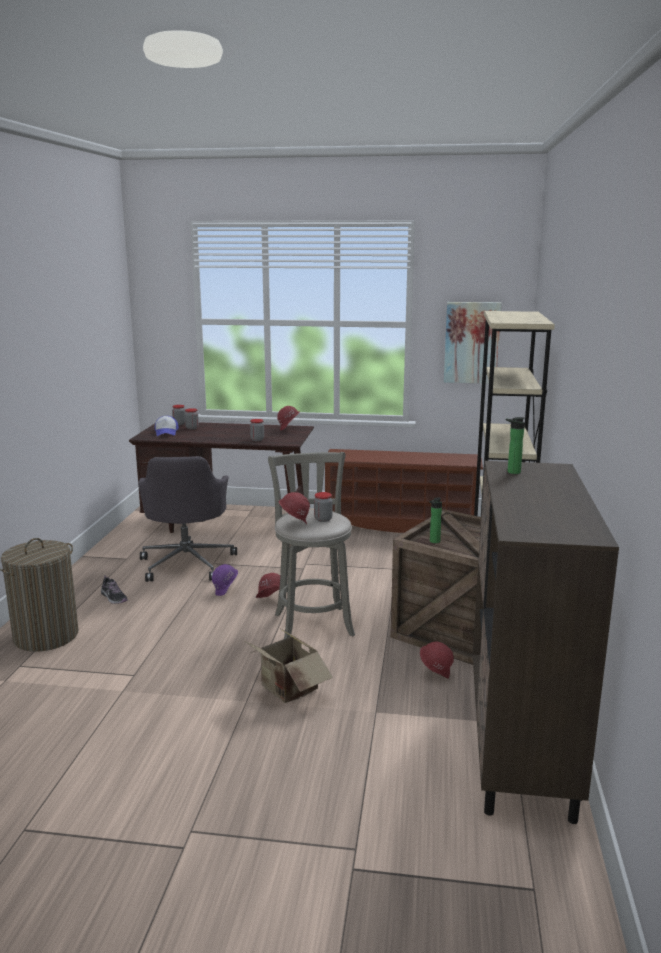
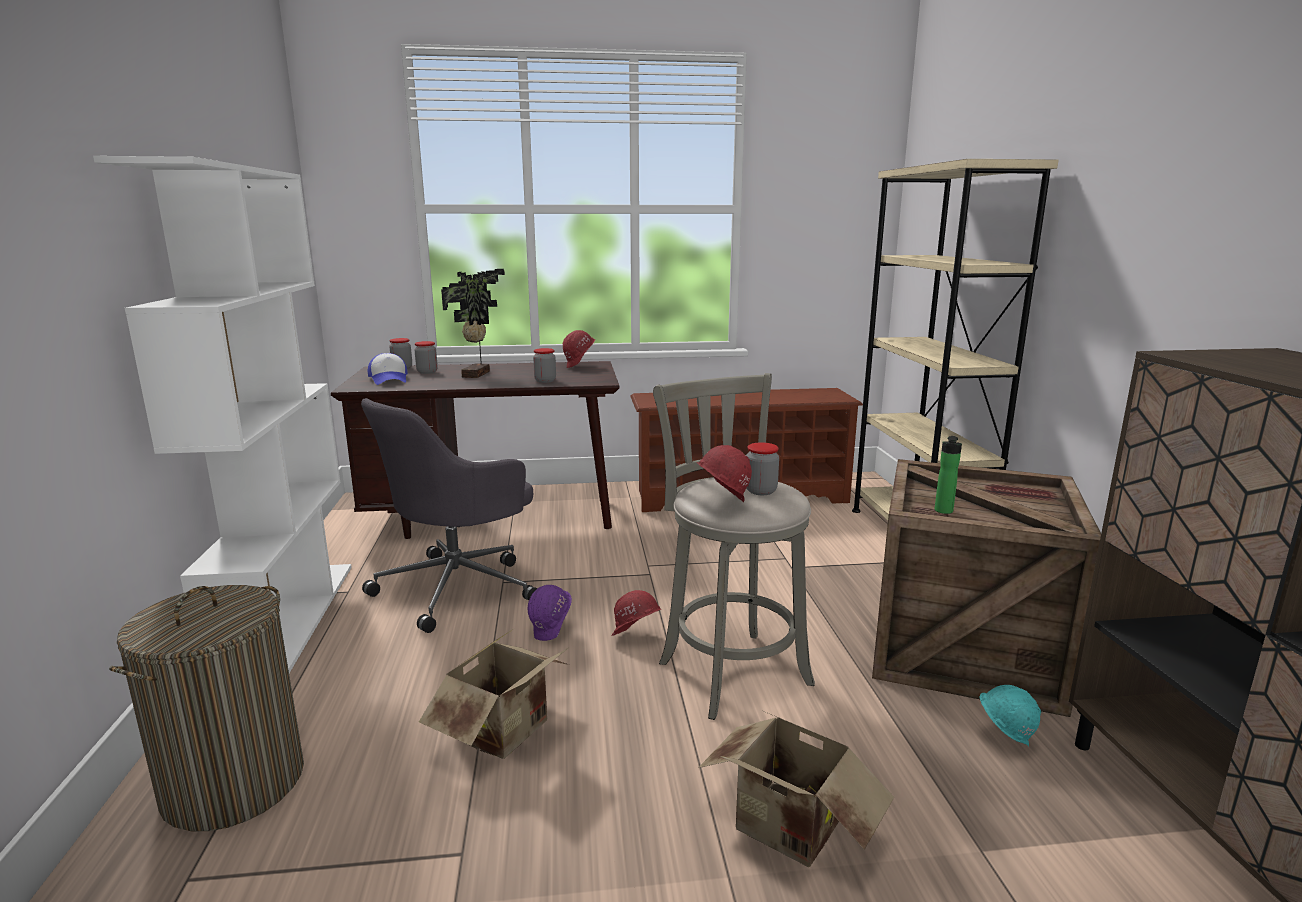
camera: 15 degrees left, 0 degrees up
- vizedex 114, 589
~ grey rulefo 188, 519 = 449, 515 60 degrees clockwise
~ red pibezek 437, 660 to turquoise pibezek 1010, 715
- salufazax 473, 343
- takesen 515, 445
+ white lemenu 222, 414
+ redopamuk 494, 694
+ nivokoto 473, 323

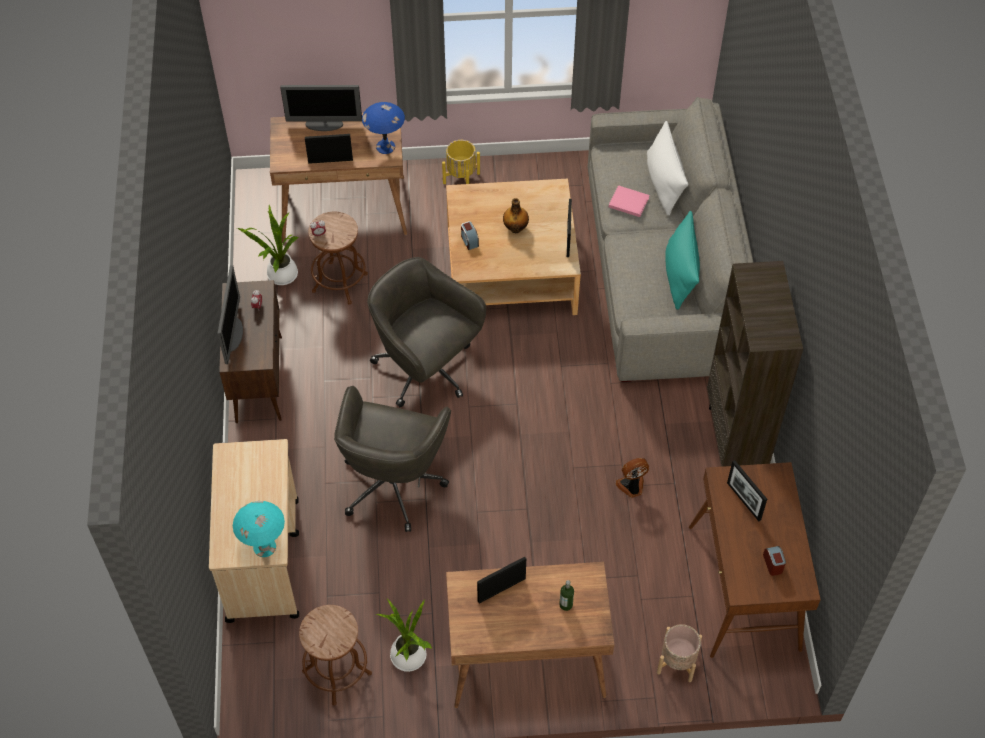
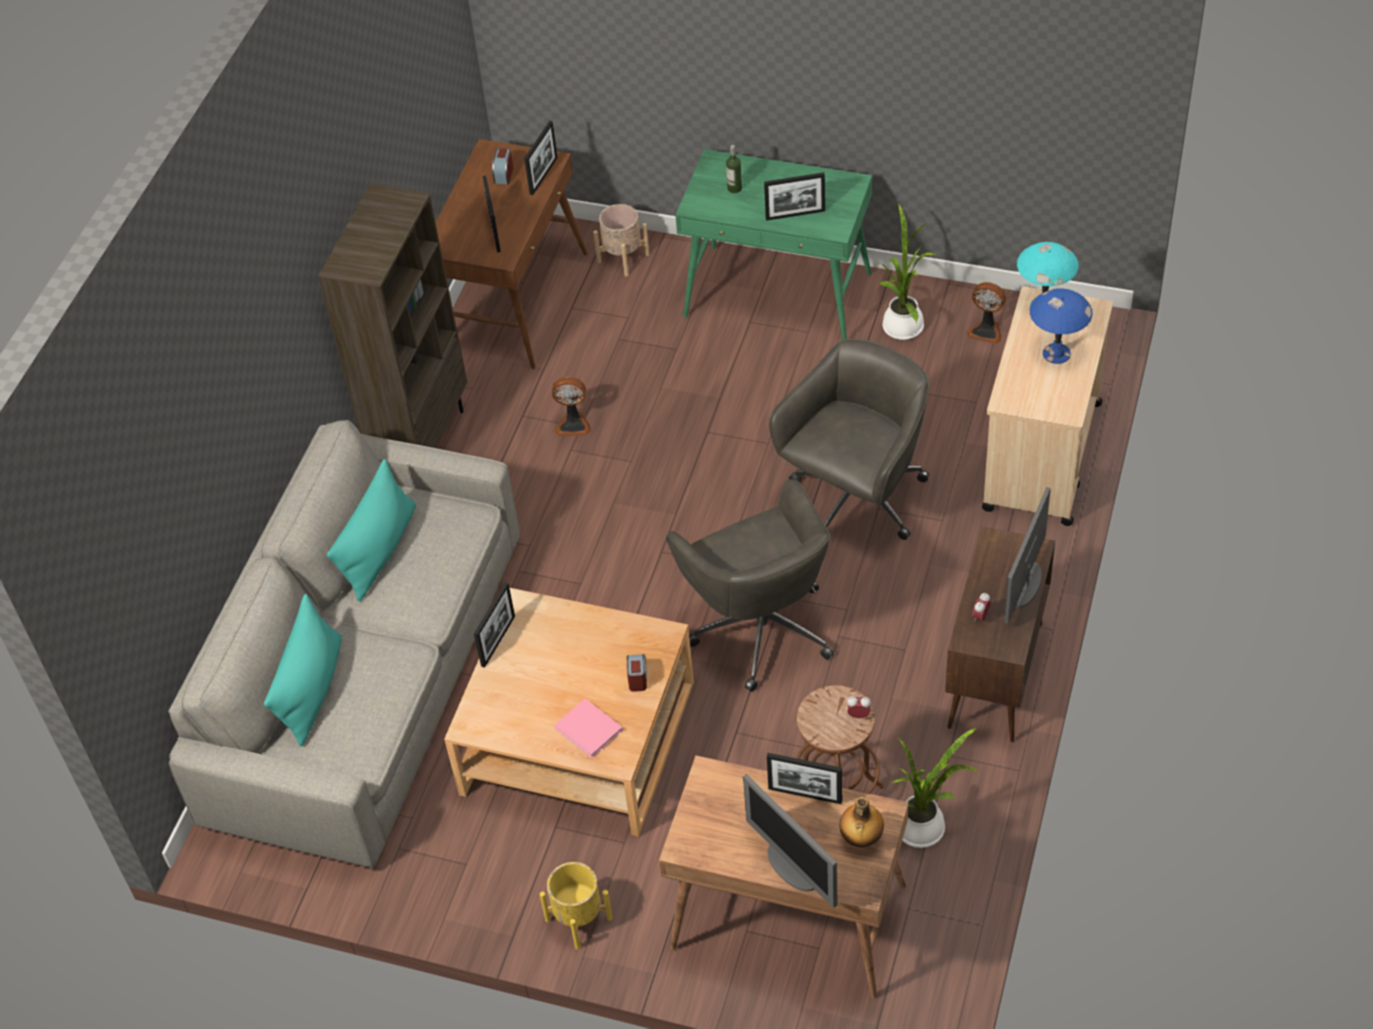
camera: 155 degrees left, 5 degrees down
~ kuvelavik 321, 108 = 790, 841 150 degrees counterclockwise
~ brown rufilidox 335, 655 to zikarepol 986, 313
~ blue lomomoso 383, 128 to 1061, 326
~ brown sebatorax 530, 635 to green sebatorax 773, 244
~ takesen 516, 215 to 861, 822
~ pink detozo 629, 201 to 588, 728
~ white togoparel 667, 168 to turquoise togoparel 303, 670
+ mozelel 541, 158

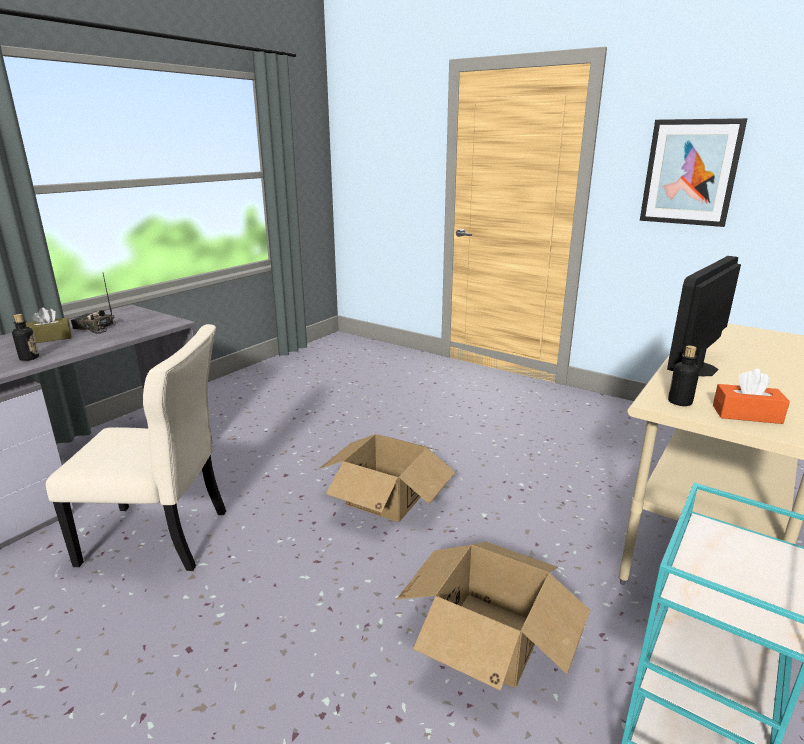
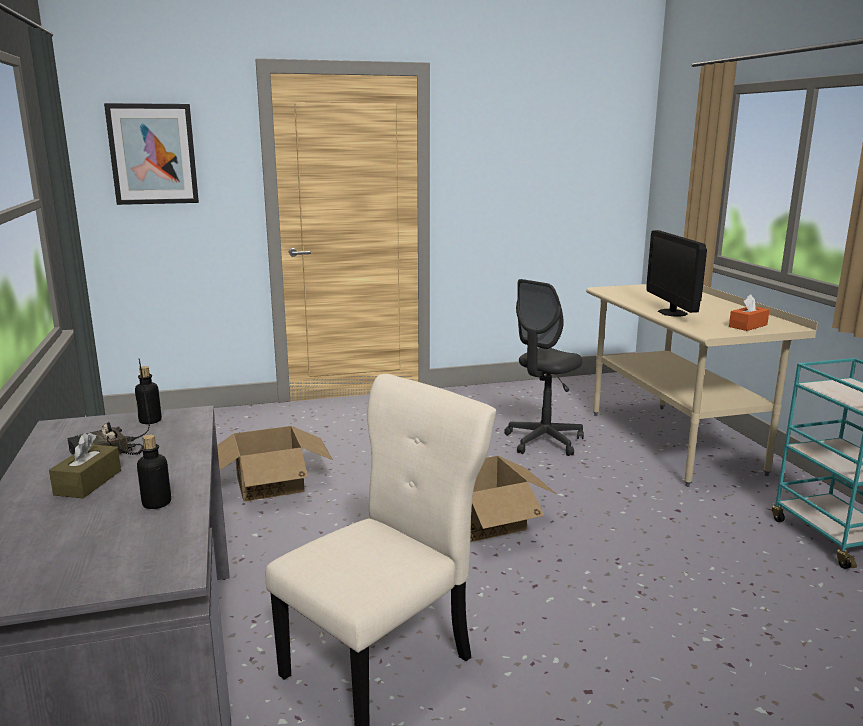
camera: 50 degrees left, 5 degrees down
~ redopamuk 493, 616 to 275, 464
~ salufazax 693, 172 to 151, 154
~ takesen 684, 375 to 148, 395
+ grey rulefo 544, 367

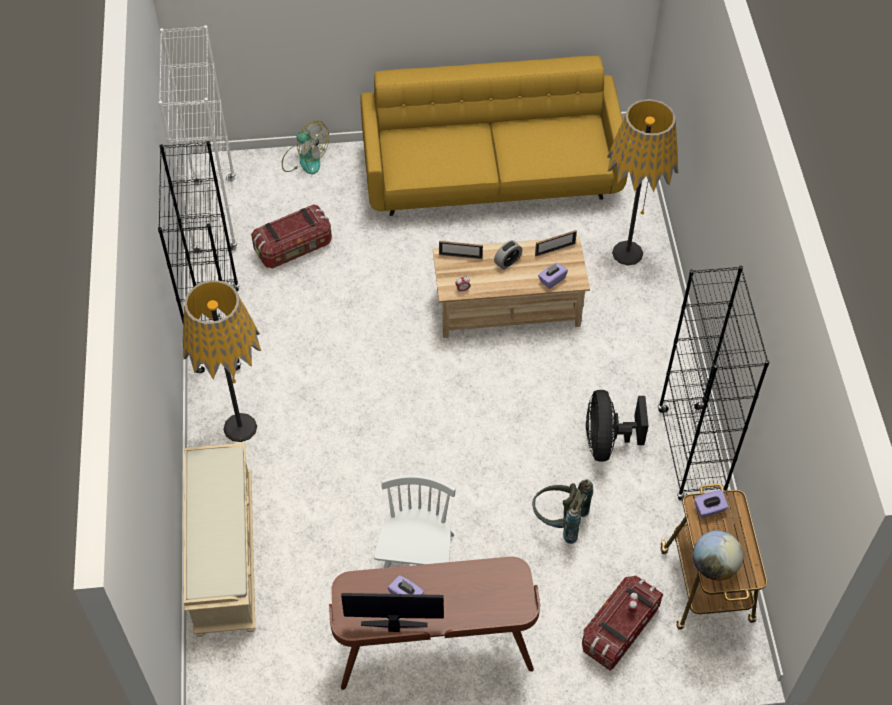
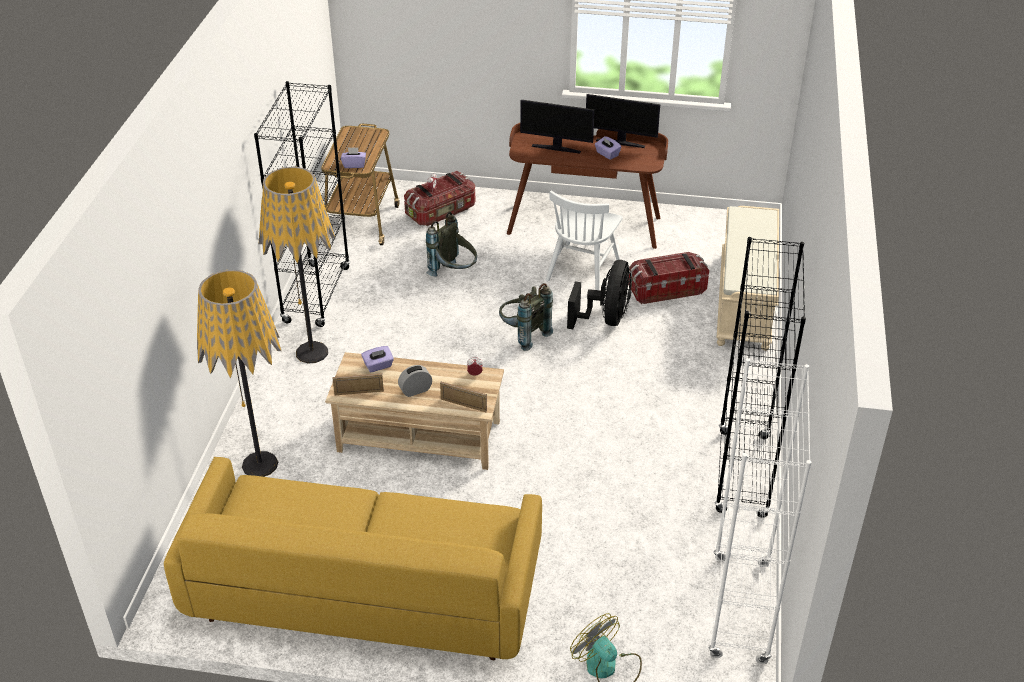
camera: 165 degrees left, 15 degrees down
~ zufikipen 222, 361 to 297, 265
~ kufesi 291, 236 to 668, 278
~ black zikarepol 617, 426 to 599, 294
- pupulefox 718, 556
+ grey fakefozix 526, 317
+ kuvelavik 557, 126

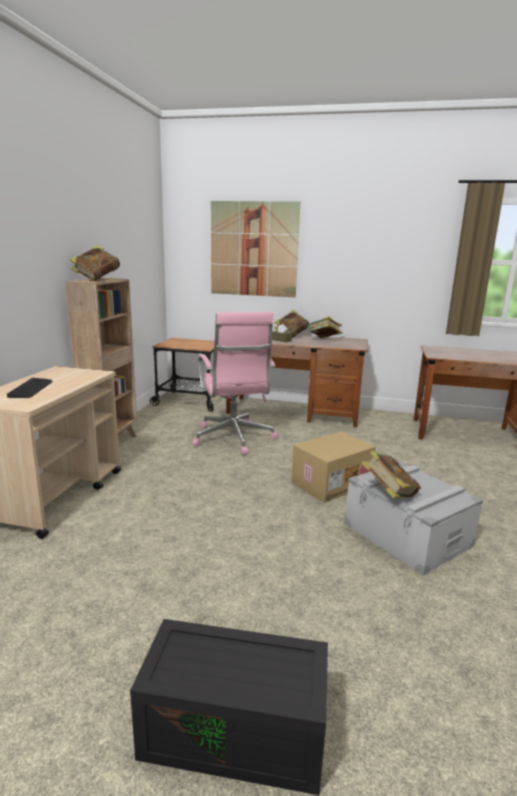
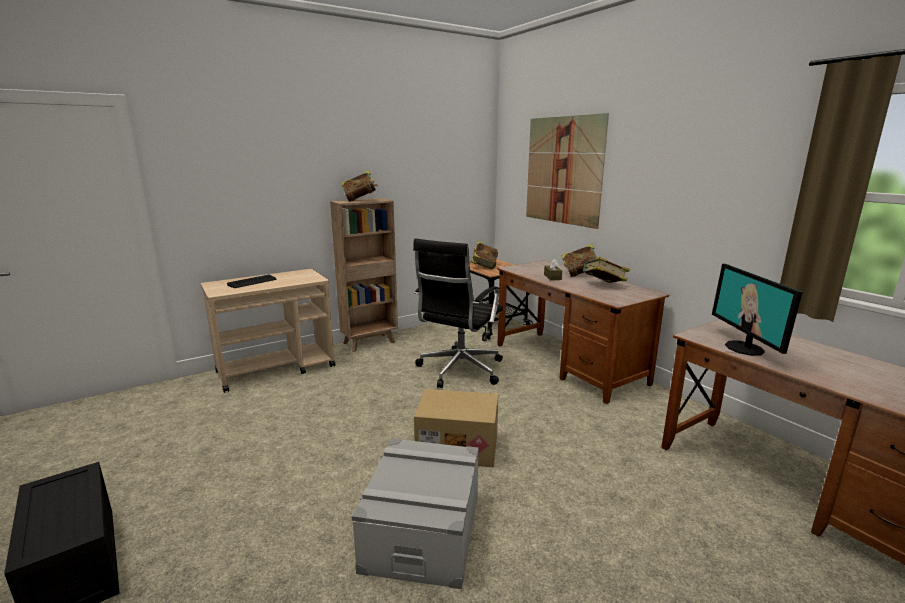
camera: 45 degrees right, 0 degrees up
~ pink rulefo 235, 383 to black rulefo 458, 313
~ detozo 391, 475 to 484, 255
+ kuvelavik 757, 310

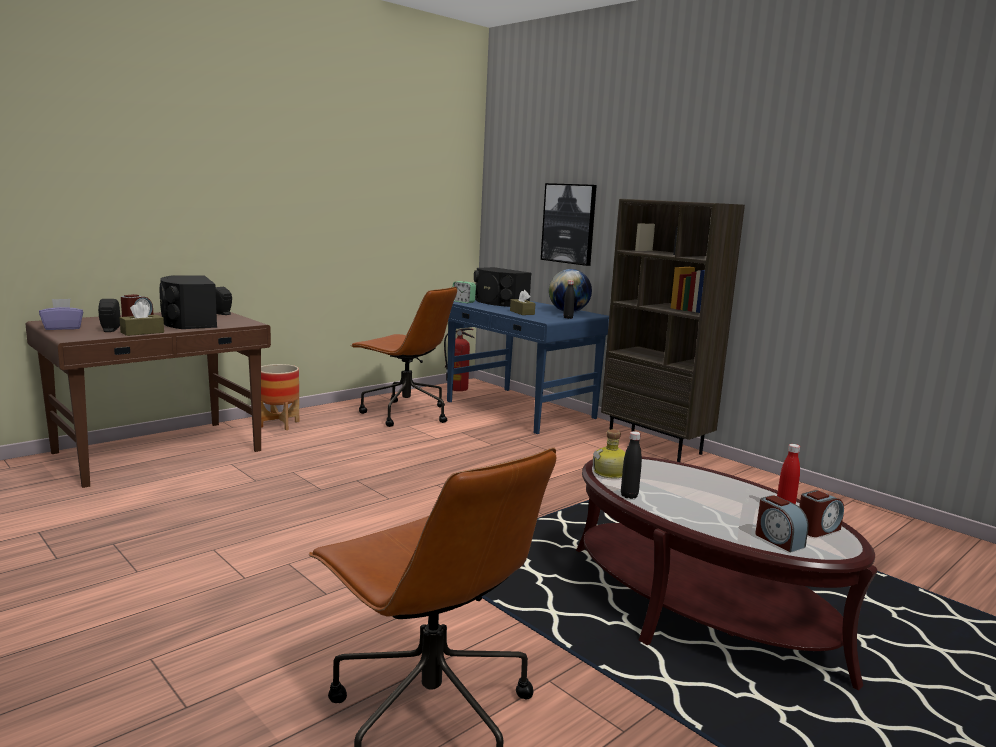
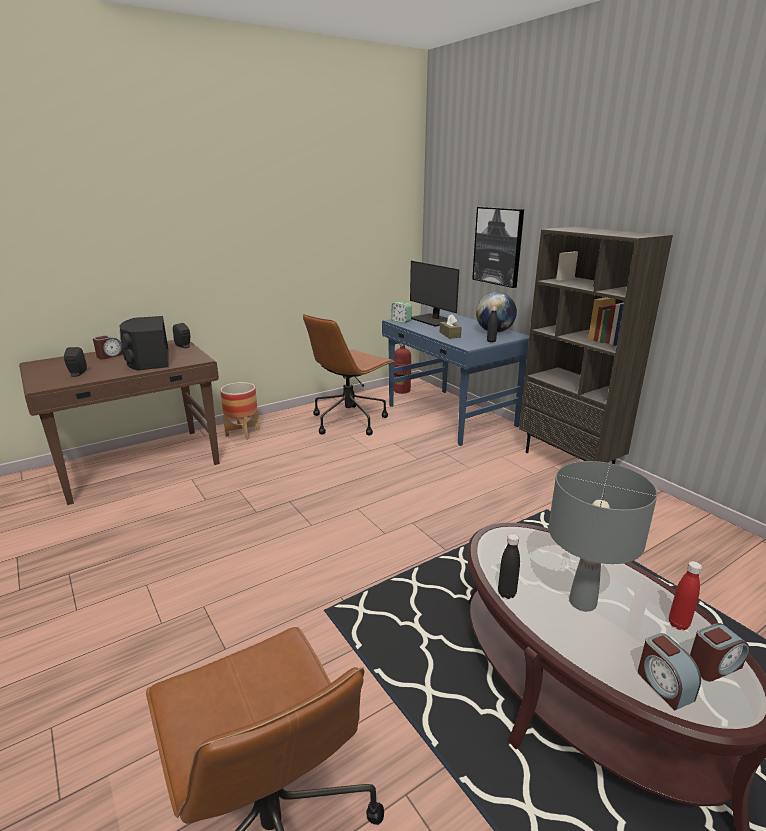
camera: 10 degrees right, 10 degrees up
- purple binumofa 61, 314
- brown binumofa 141, 319
~ brown rulefo 403, 357 = 349, 375 90 degrees clockwise
~ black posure 502, 287 to kuvelavik 434, 294
- takesen 609, 454
+ grey lomomoso 603, 536

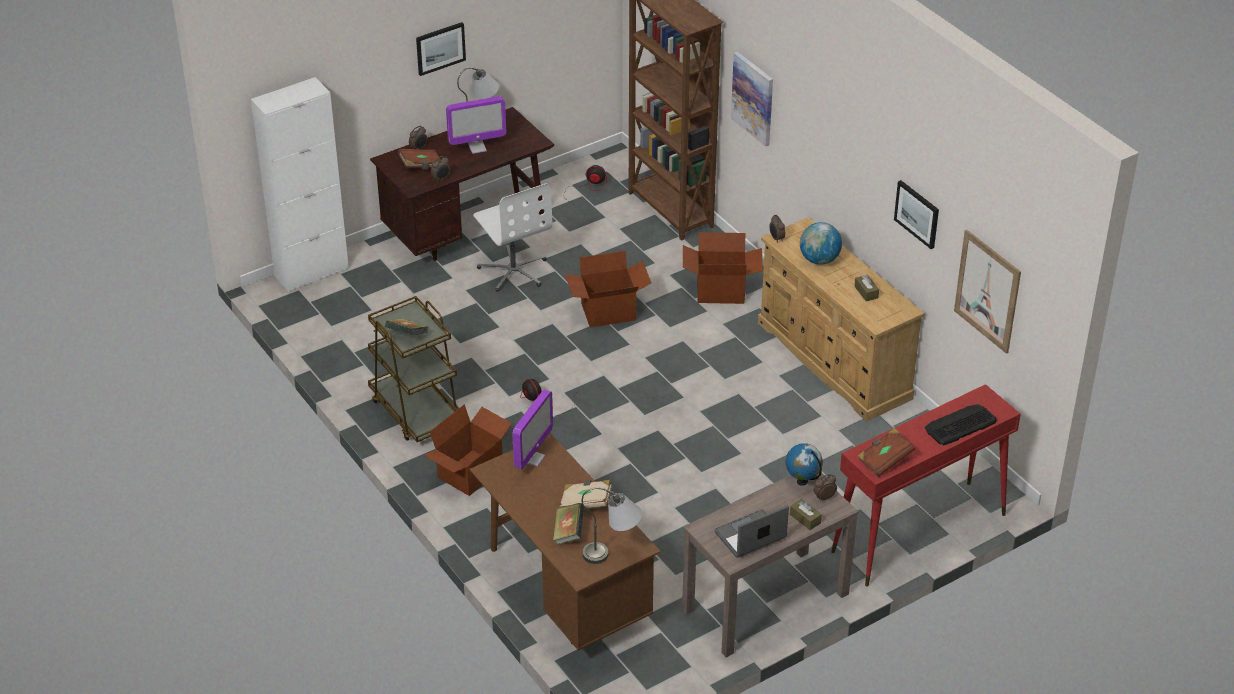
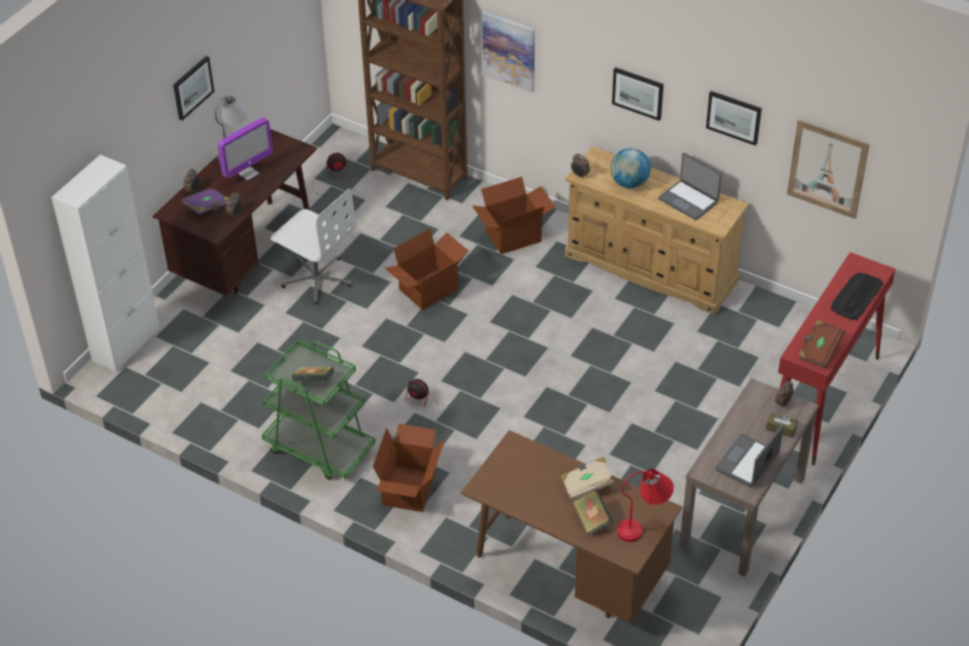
camera: 25 degrees left, 5 degrees up
~ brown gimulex 412, 369 to green gimulex 319, 410
~ brown detozo 419, 159 to purple detozo 205, 201
- kuvelavik 532, 429
~ grey lomomoso 612, 525 to red lomomoso 645, 505
- pupulefox 804, 464
~ brown binumofa 866, 288 to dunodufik 690, 186
+ salufazax 638, 94

